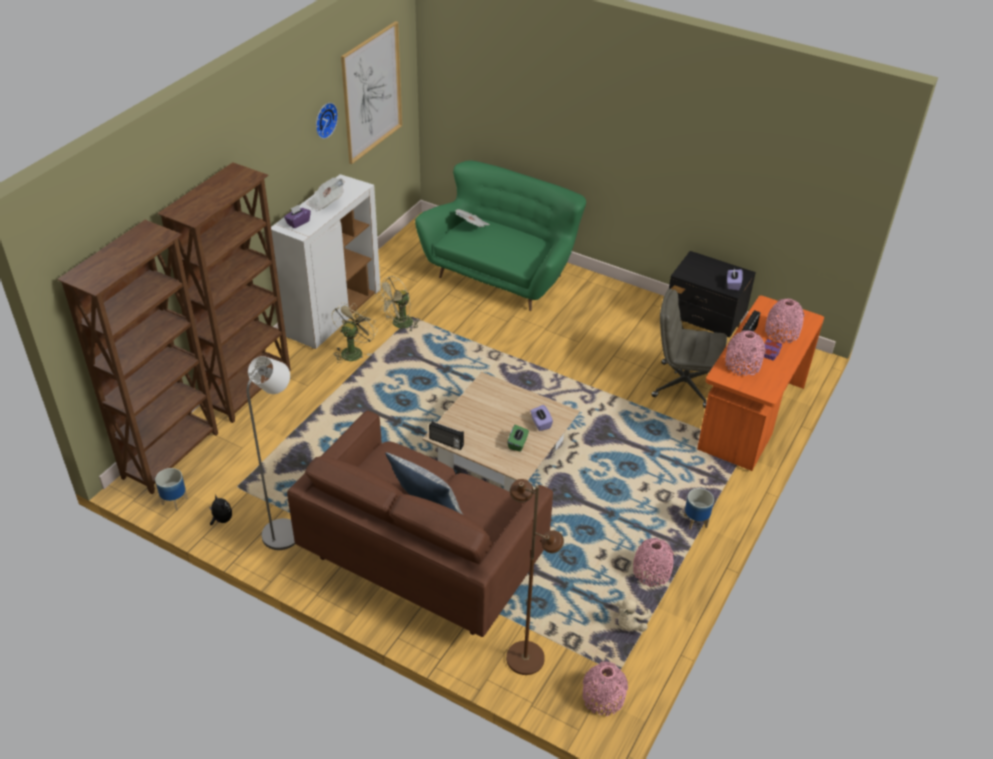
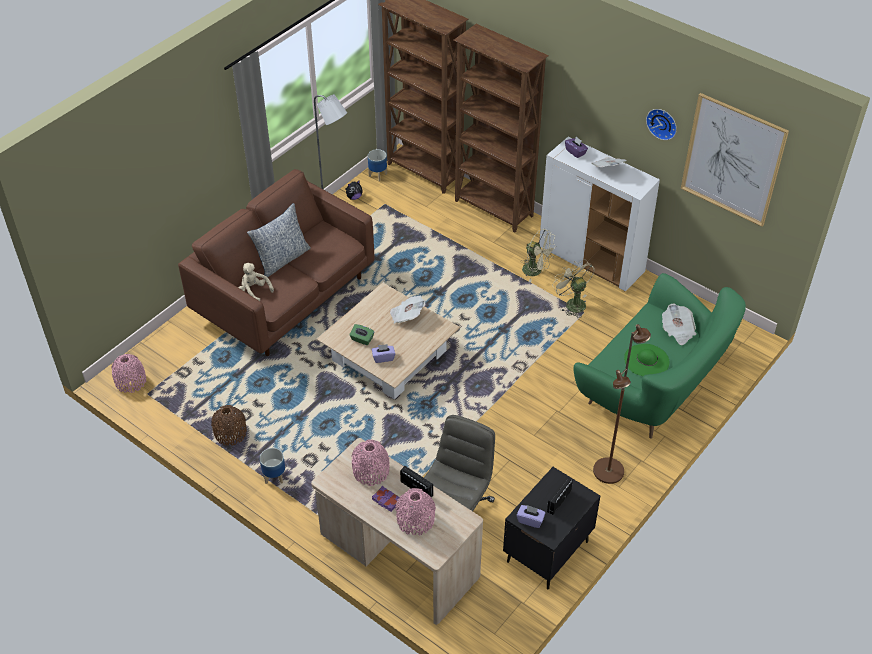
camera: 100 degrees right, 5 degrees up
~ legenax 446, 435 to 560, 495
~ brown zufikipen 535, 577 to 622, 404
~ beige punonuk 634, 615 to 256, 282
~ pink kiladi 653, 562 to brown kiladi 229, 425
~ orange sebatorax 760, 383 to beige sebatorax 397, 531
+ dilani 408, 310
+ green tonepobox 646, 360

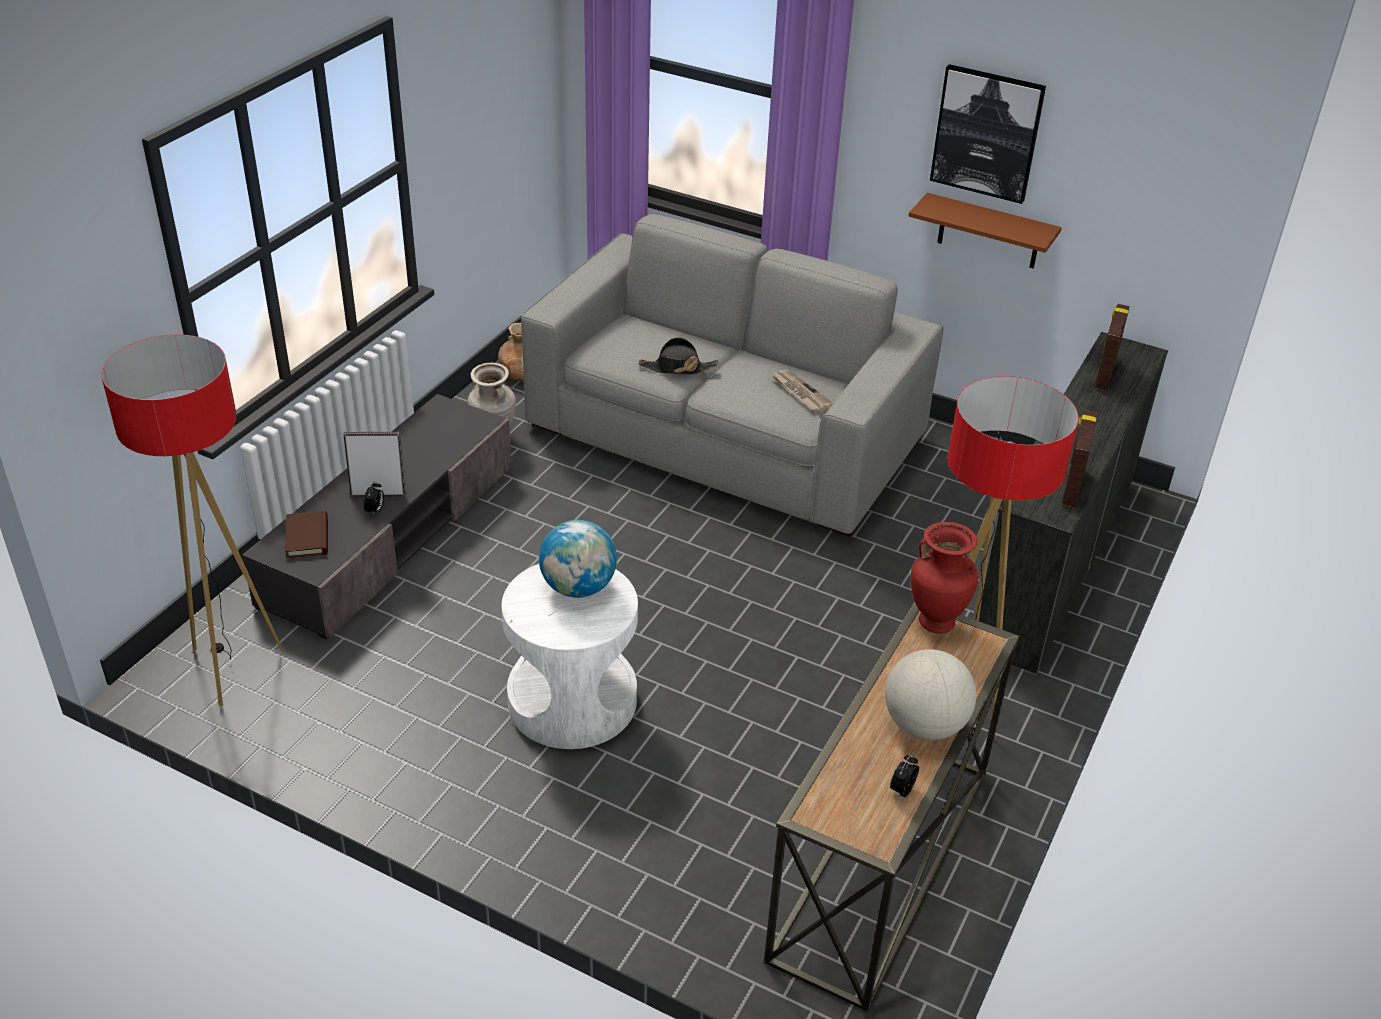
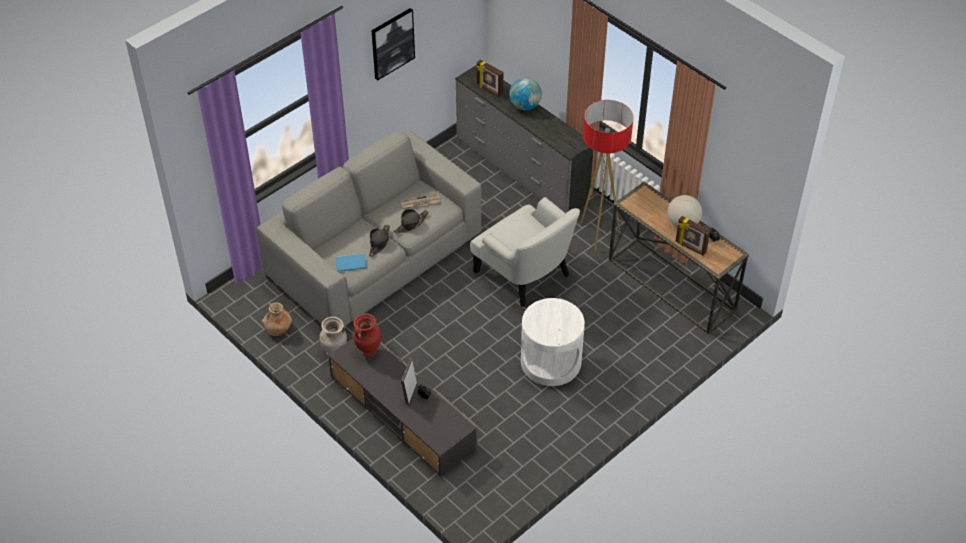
camera: 70 degrees left, 10 degrees up
- zufikipen 192, 520
- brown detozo 306, 534
~ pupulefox 578, 559 to 525, 94
- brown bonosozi 985, 231
~ red kiladi 944, 577 to 367, 335
~ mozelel 1079, 459 to 692, 236
+ blue detozo 351, 262
+ black tonepobox 411, 221
+ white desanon 525, 252

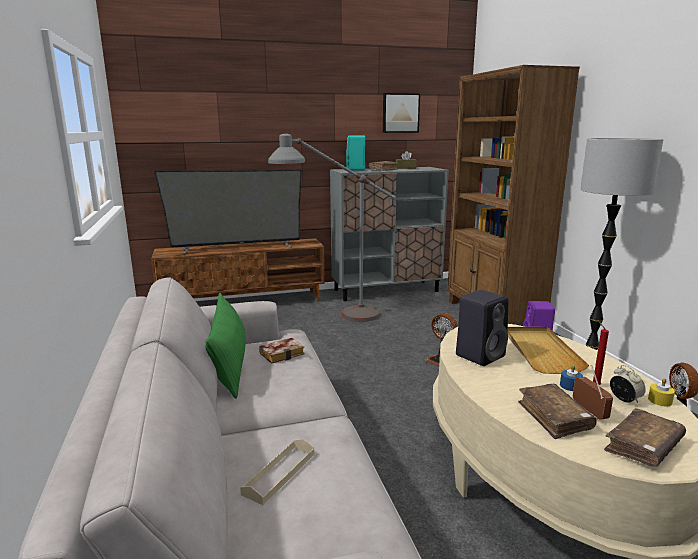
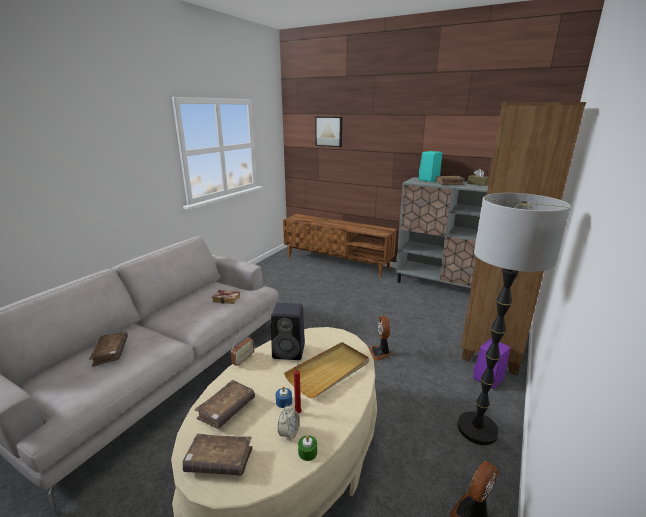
camera: 45 degrees right, 5 degrees up
- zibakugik 228, 212
- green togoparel 226, 346
~ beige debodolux 277, 472 to brown detozo 108, 349
- grey zufikipen 331, 228
~ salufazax 401, 113 to 328, 131
~ legenax 593, 392 to 242, 348
~ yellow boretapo 661, 392 to green boretapo 307, 448

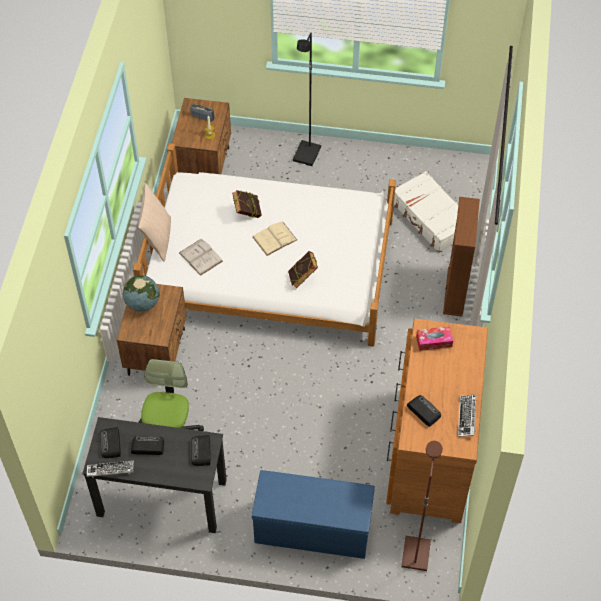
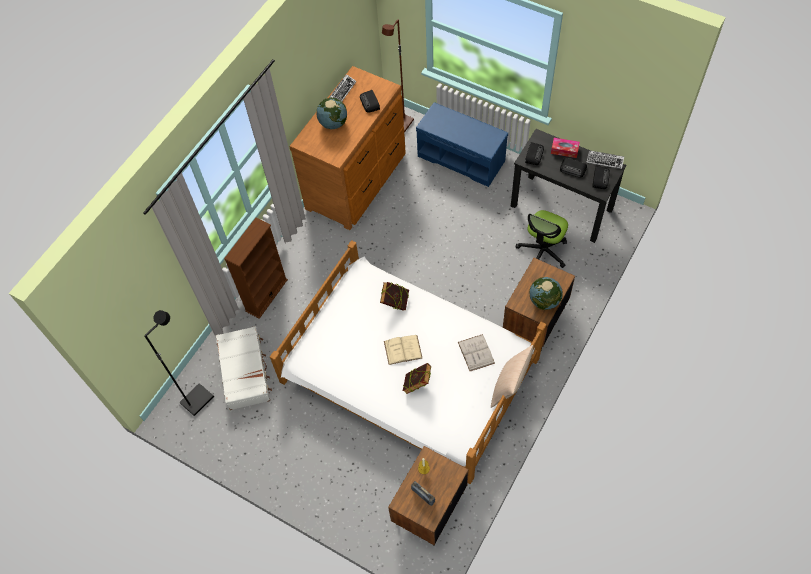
camera: 155 degrees left, 5 degrees up
~ black zufikipen 307, 99 to 179, 363
~ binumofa 434, 338 to 565, 148
+ pupulefox 332, 113

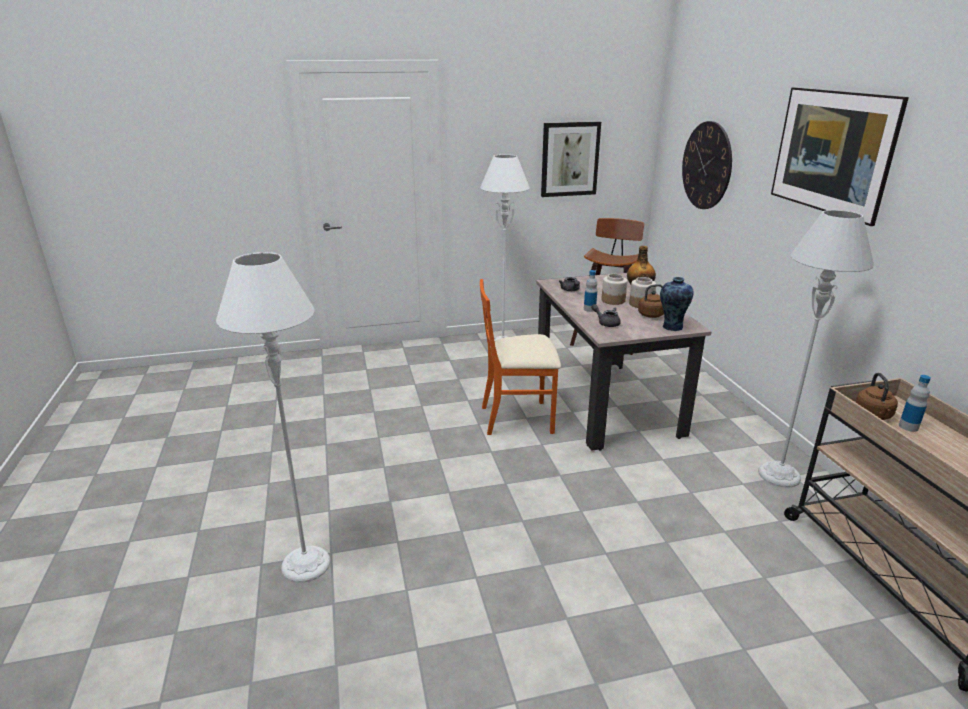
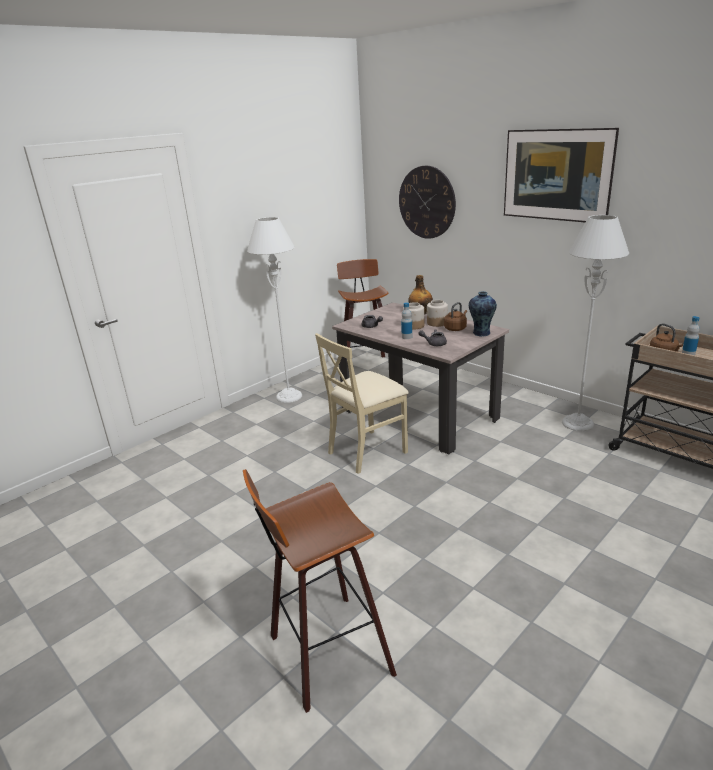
camera: 30 degrees left, 0 degrees up
~ white zufikipen 273, 417 to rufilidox 320, 591
~ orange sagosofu 520, 357 to beige sagosofu 362, 403
- salufazax 571, 159

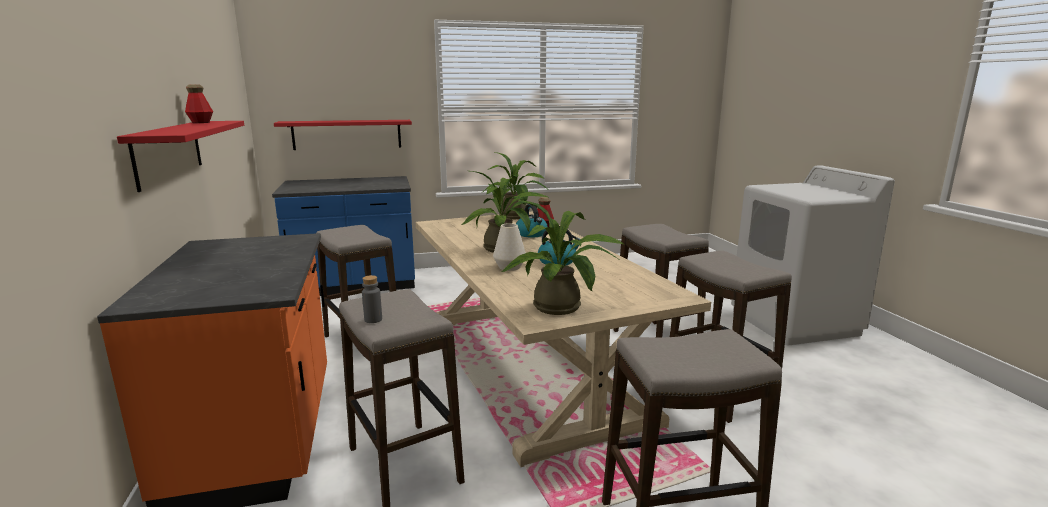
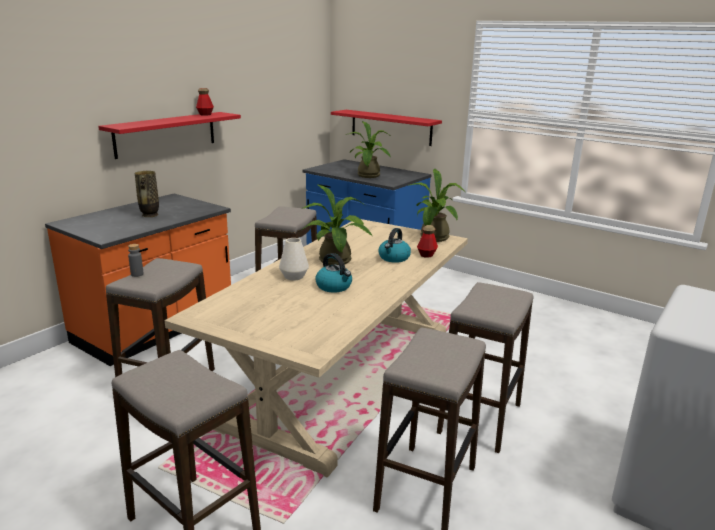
camera: 50 degrees right, 5 degrees up
~ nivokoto 563, 257 to 368, 149
+ kiladi 146, 194

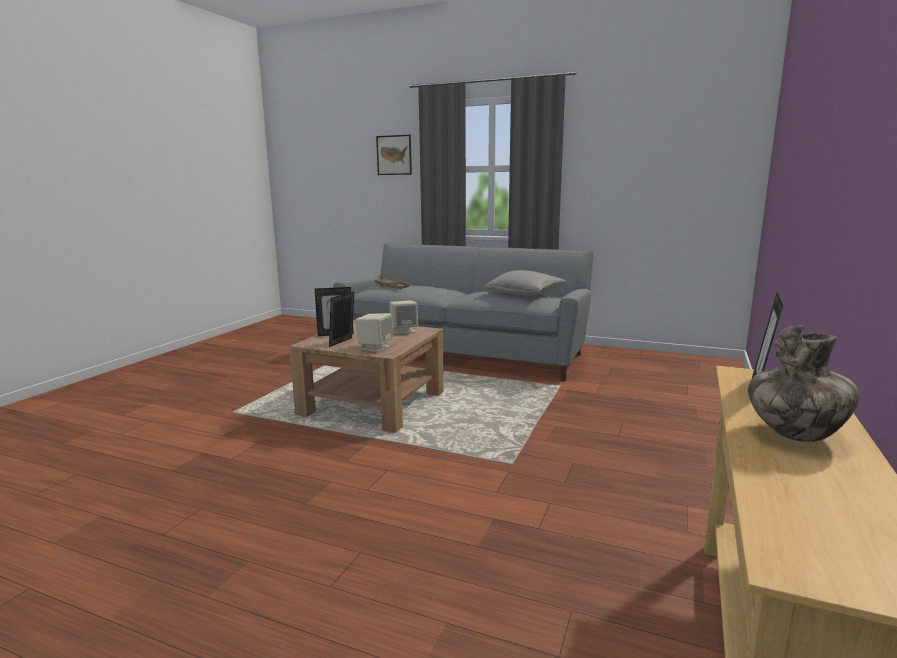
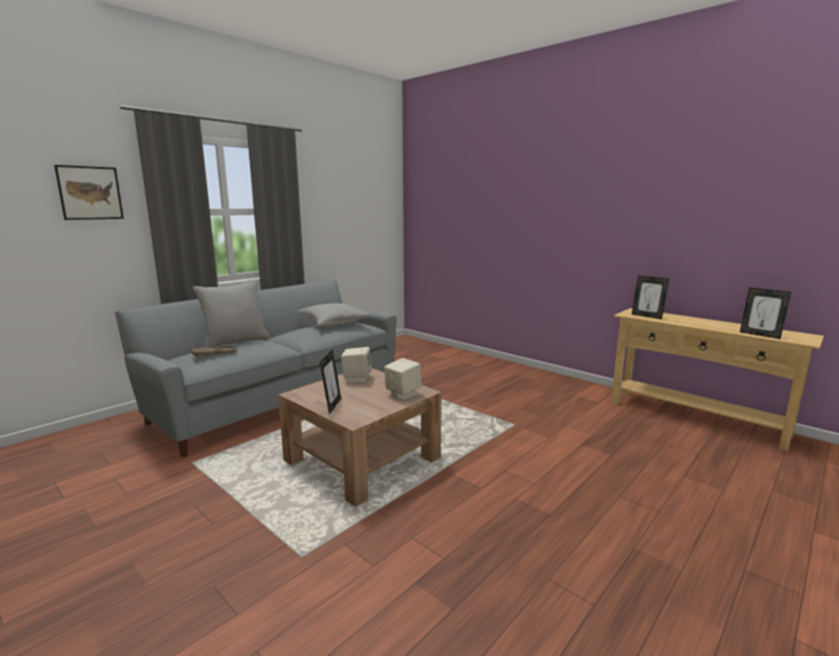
camera: 70 degrees left, 0 degrees up
~ mozelel 341, 319 to 765, 313
- kiladi 804, 383
+ grey togoparel 231, 314

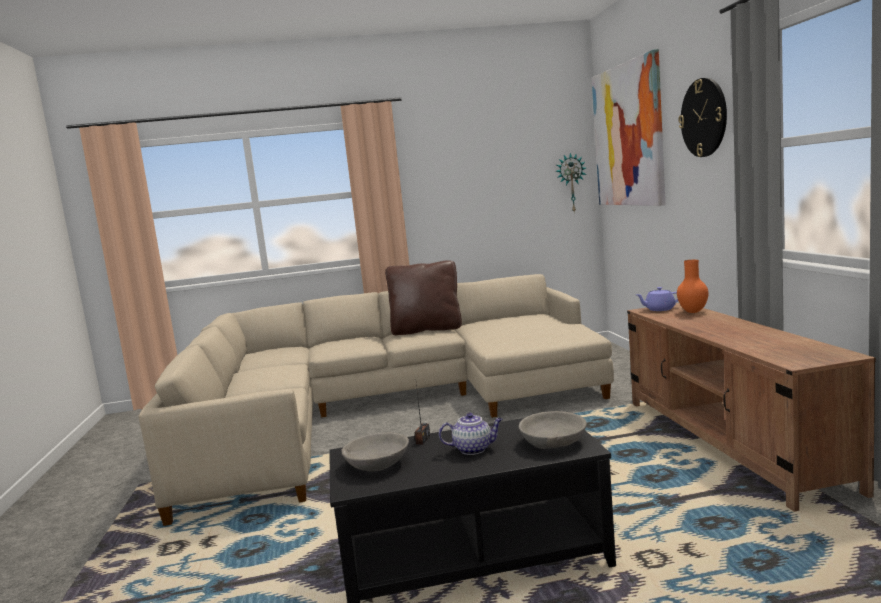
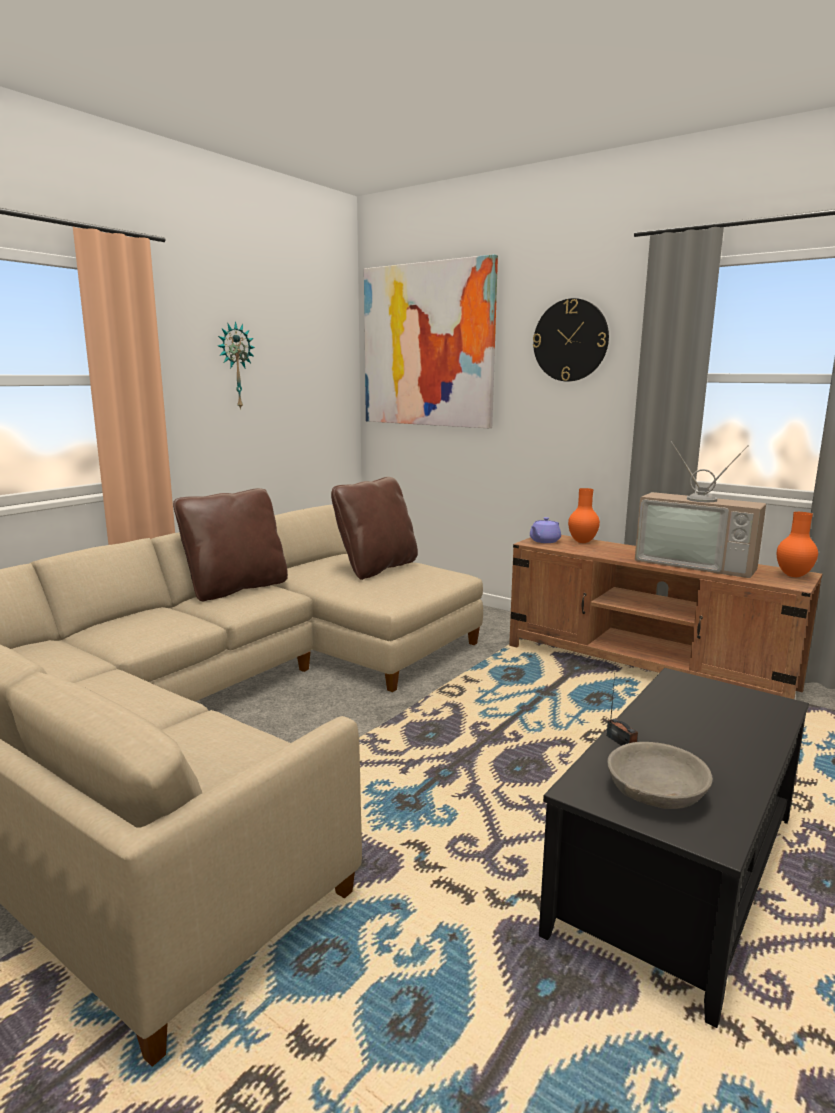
camera: 45 degrees left, 5 degrees up
- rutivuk 471, 434
- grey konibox 553, 430
~ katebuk 571, 182 to 236, 365
+ brown togoparel 374, 528
+ zibakugik 700, 509
+ orange kiladi 797, 544

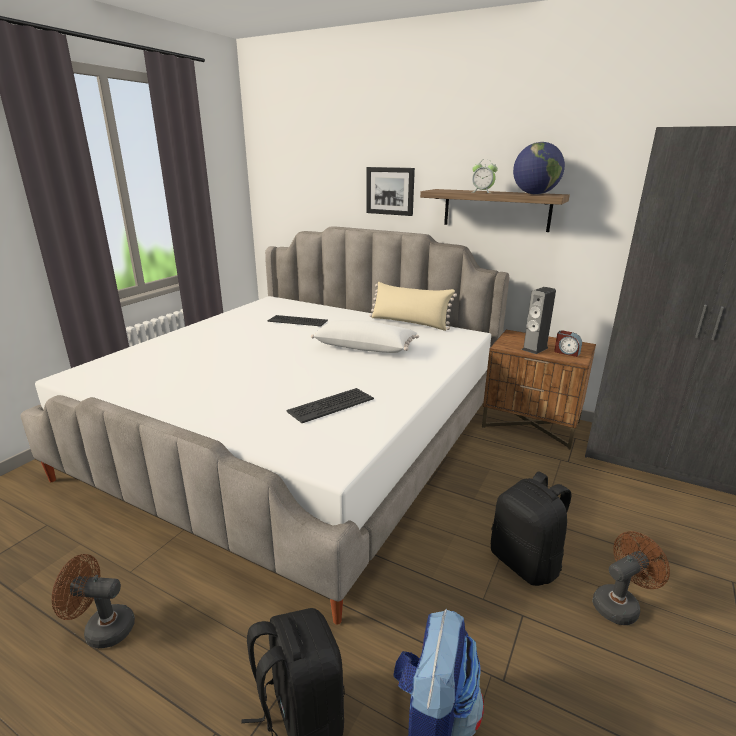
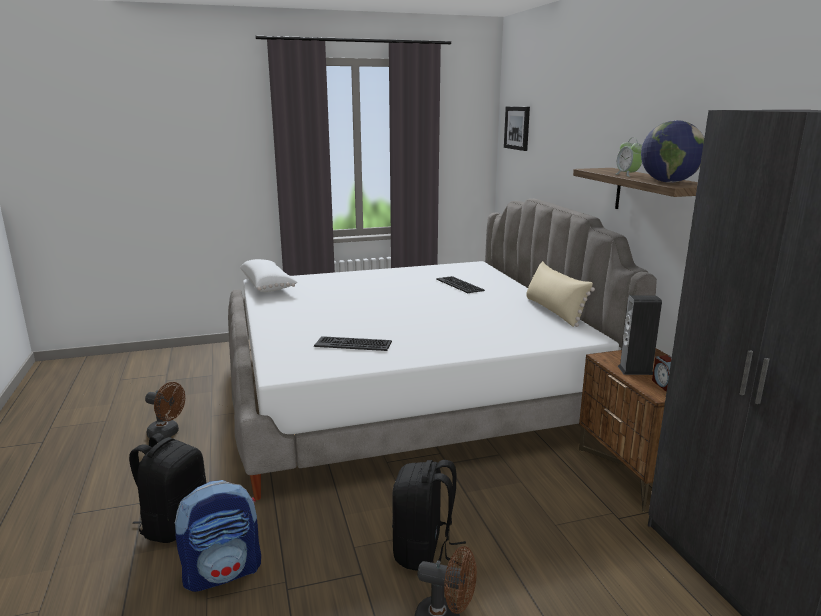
camera: 45 degrees right, 5 degrees down
~ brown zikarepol 93, 601 = 165, 410 150 degrees clockwise
~ white togoparel 365, 336 to 269, 275
~ salufazax 390, 191 to 517, 128

